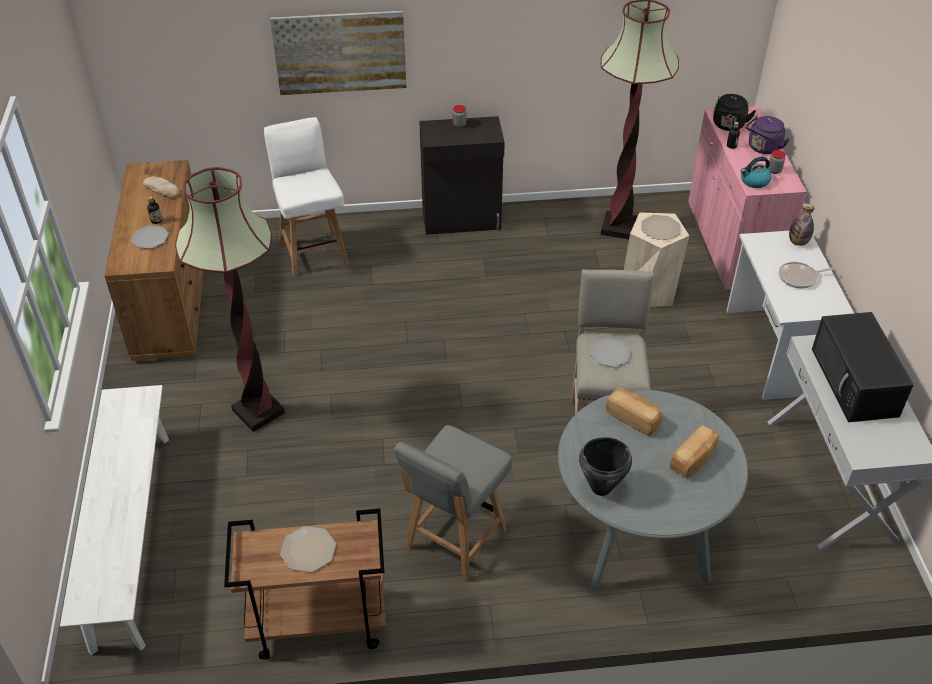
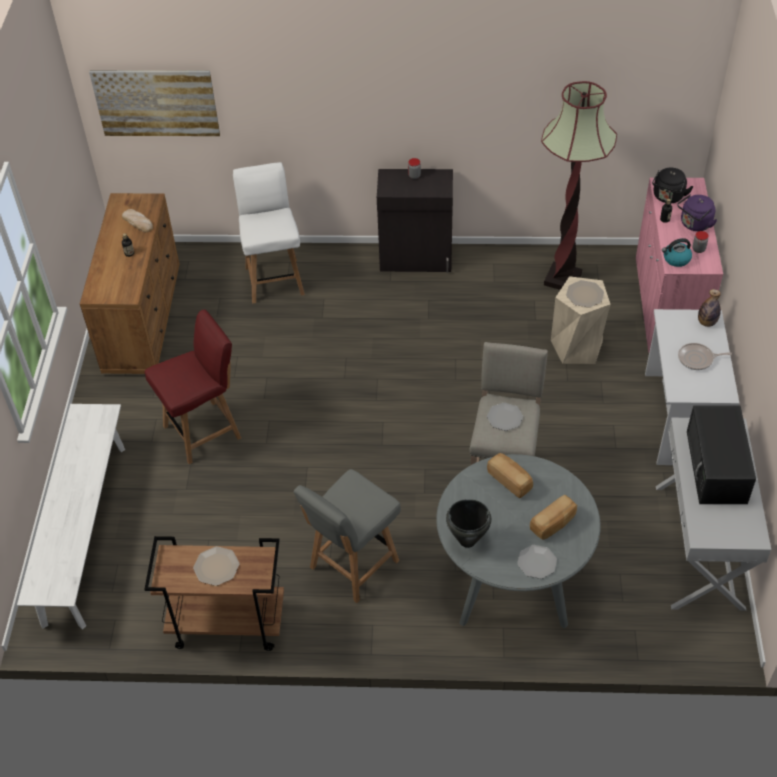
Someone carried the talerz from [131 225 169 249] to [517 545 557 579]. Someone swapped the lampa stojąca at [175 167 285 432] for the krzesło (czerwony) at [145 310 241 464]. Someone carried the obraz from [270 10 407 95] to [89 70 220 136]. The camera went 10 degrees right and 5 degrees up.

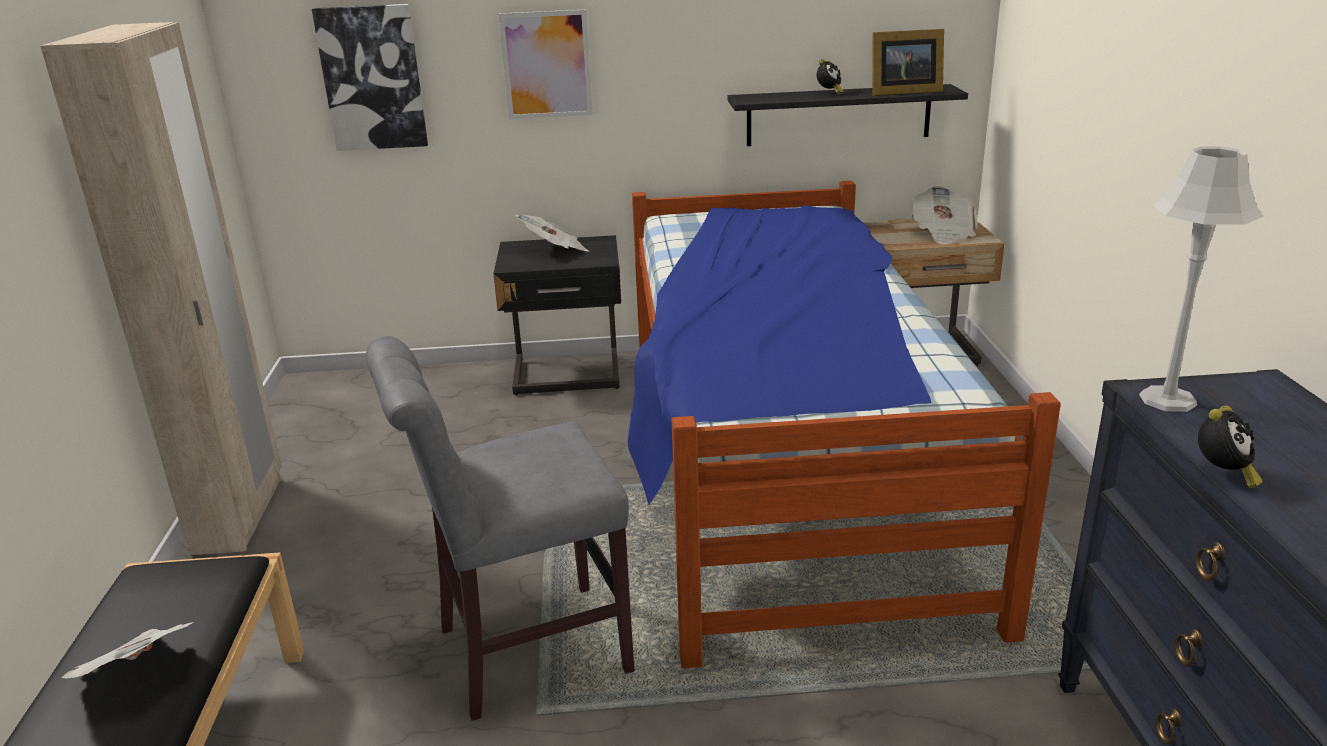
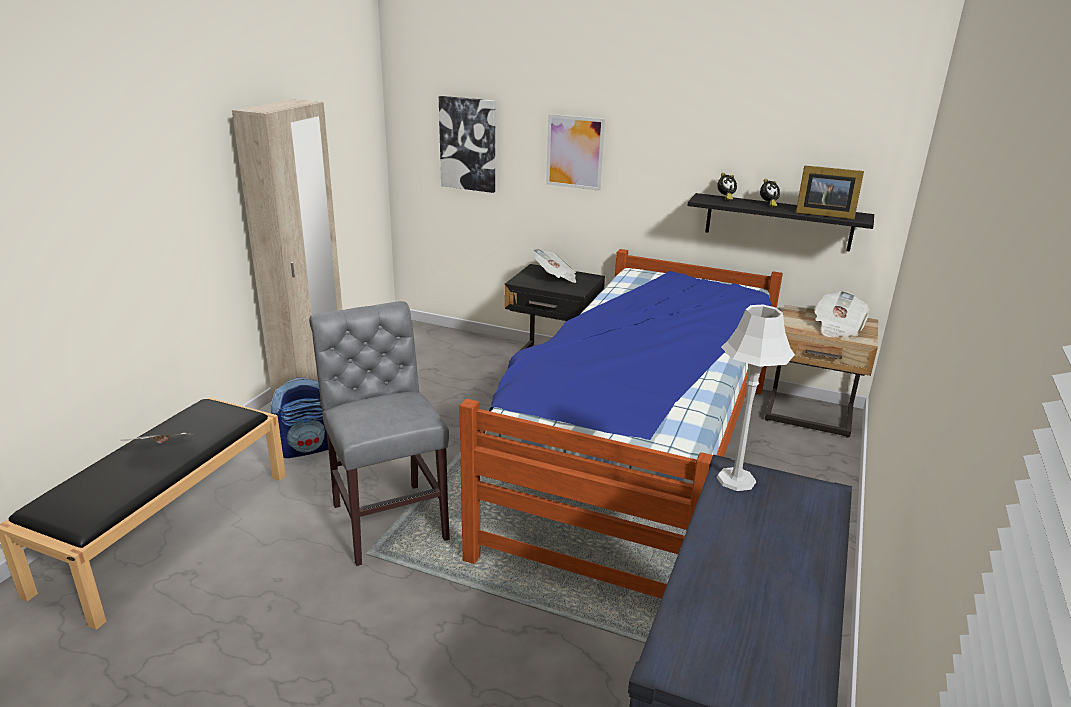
Someone rotated the krzesło (szary) at [366 336 634 721] by 60 degrees clockwise. Someone carried the budzik from [1198 405 1262 488] to [717 173 737 201]. Someone put down the plecak at [271 377 328 458]. The camera went 25 degrees right and 0 degrees up.

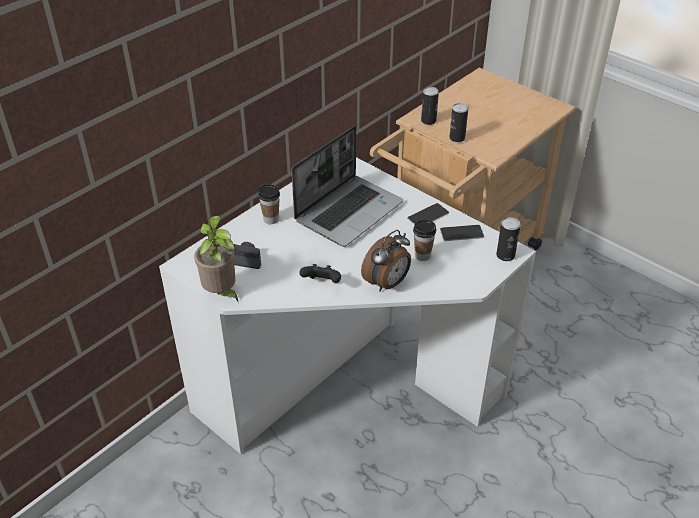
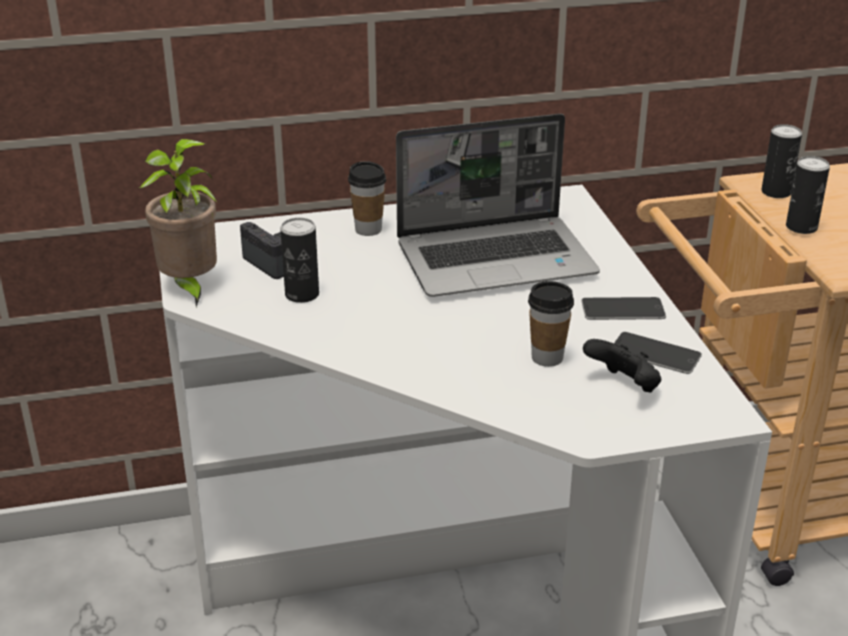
Someone carried the pad do gier (czarny) from [299 264 341 283] to [583 339 661 392]. Someone took away the budzik at [361 230 411 291]. Someone carried the puszka from [496 217 521 261] to [280 218 319 303]. The camera went 35 degrees right and 10 degrees down.

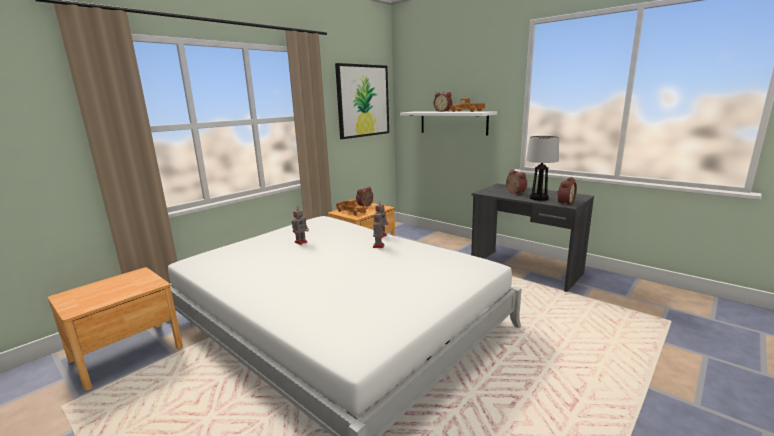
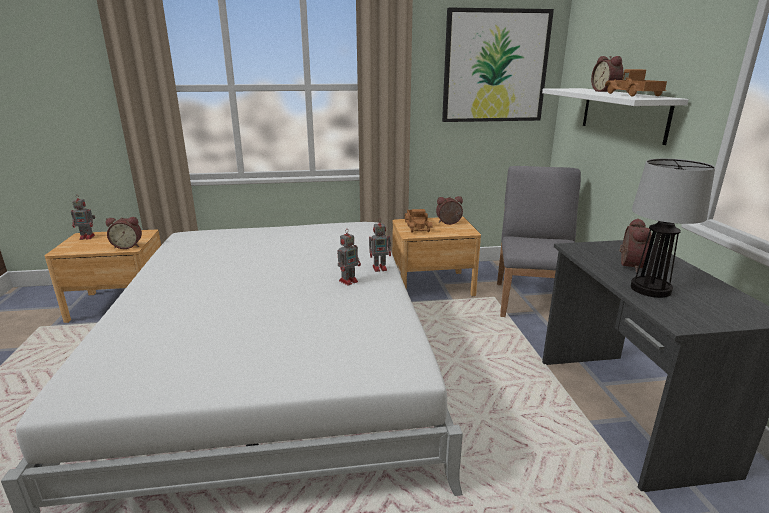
Someone carried the robot zabawkowy from [292 207 309 245] to [71 196 95 240]. Someone carried the budzik from [557 177 577 206] to [106 217 142 249]. Someone put down the krzesło (szary) at [497 166 581 317]. The camera went 40 degrees right and 5 degrees up.

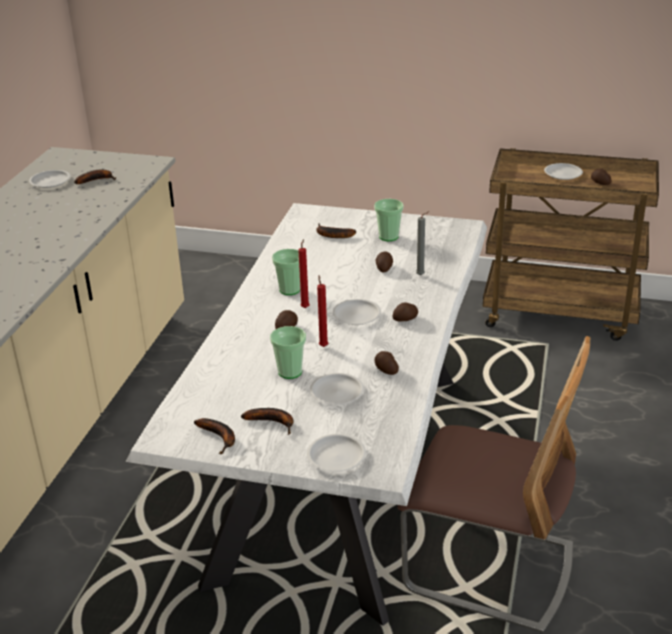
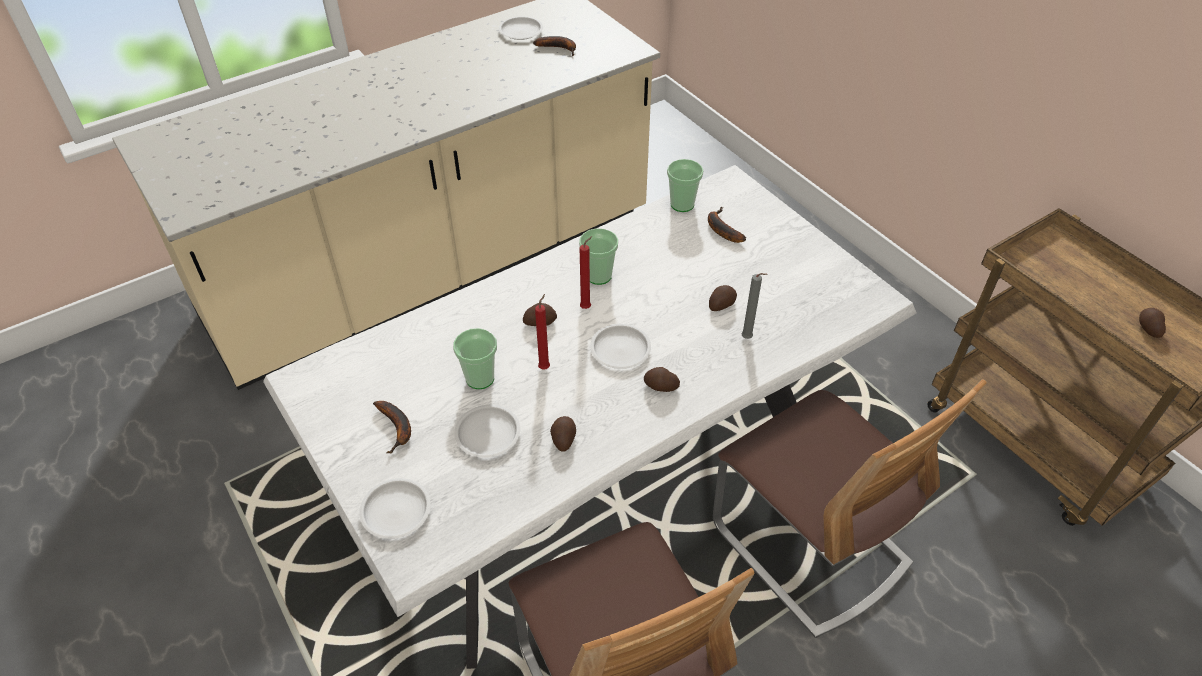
Someone took away the banan at [194 418 235 454]. Someone carried the filiżanka from [374 199 404 241] to [667 159 704 212]. Someone took away the talerz (biały) at [544 163 583 180]. Someone put down the krzesło at [713 380 987 638]. The camera went 40 degrees right and 15 degrees up.

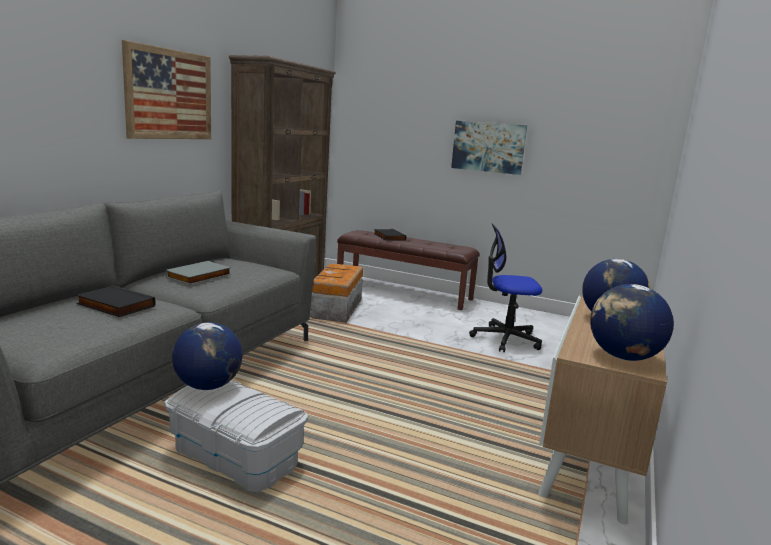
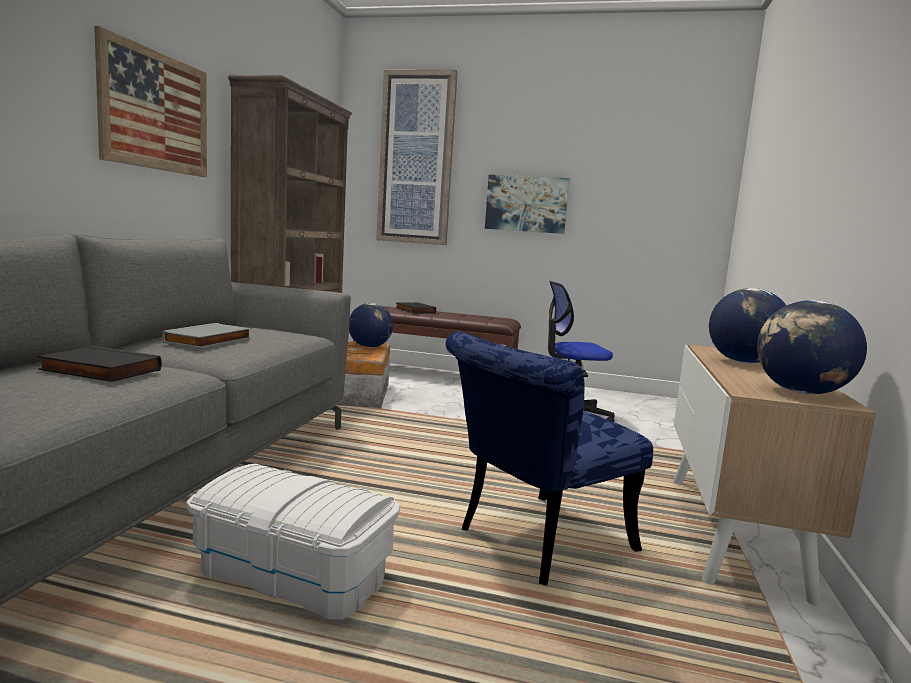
Someone carried the globus from [172 322 243 390] to [349 303 393 348]. Someone put up the obraz at [376 70 458 245]. Someone put down the krzesło (niebieski) at [446 331 653 585]. The camera went 10 degrees left and 5 degrees down.

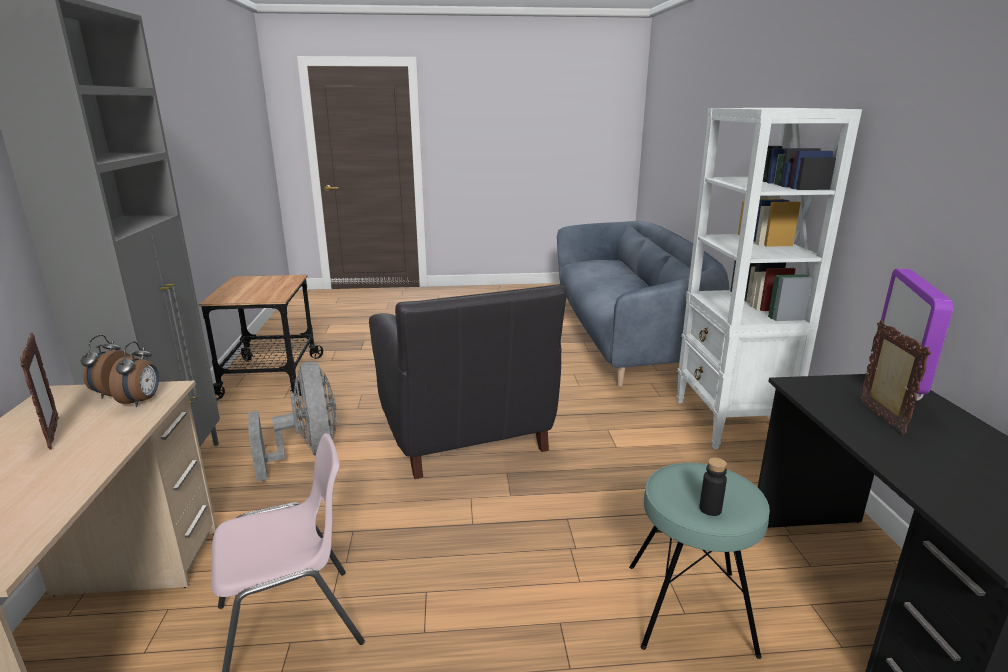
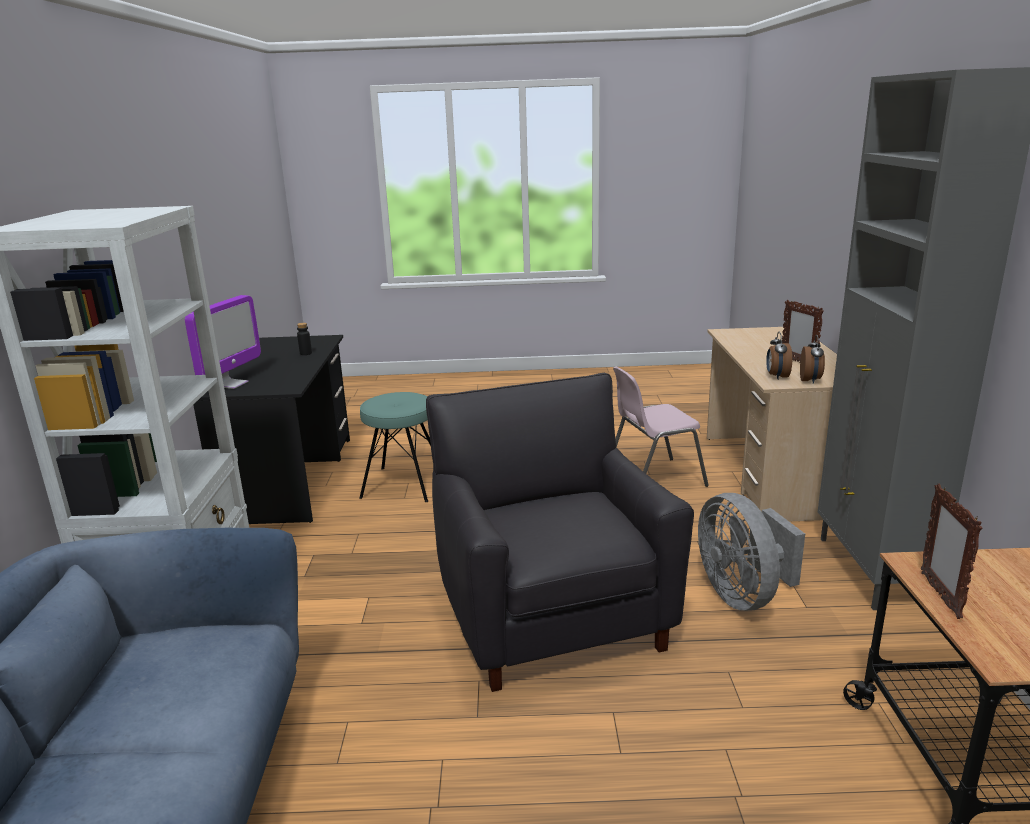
Someone carried the butelka (czarny) from [699 458 727 516] to [297 323 312 355]. Someone carried the ramka na zdjęcie from [860 320 931 435] to [921 484 982 619]. The camera went 175 degrees left and 0 degrees up.

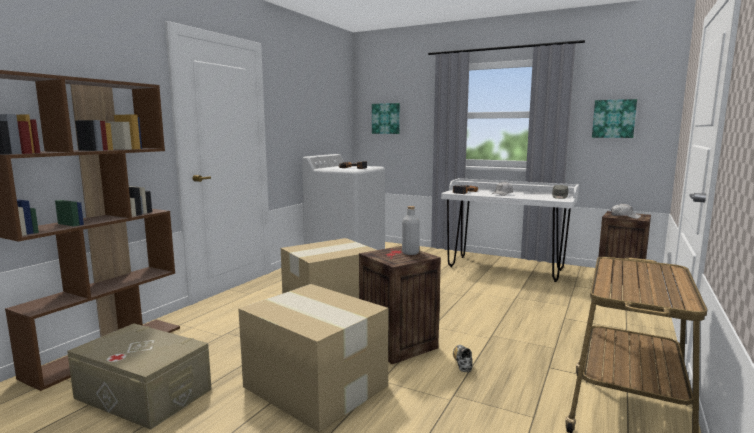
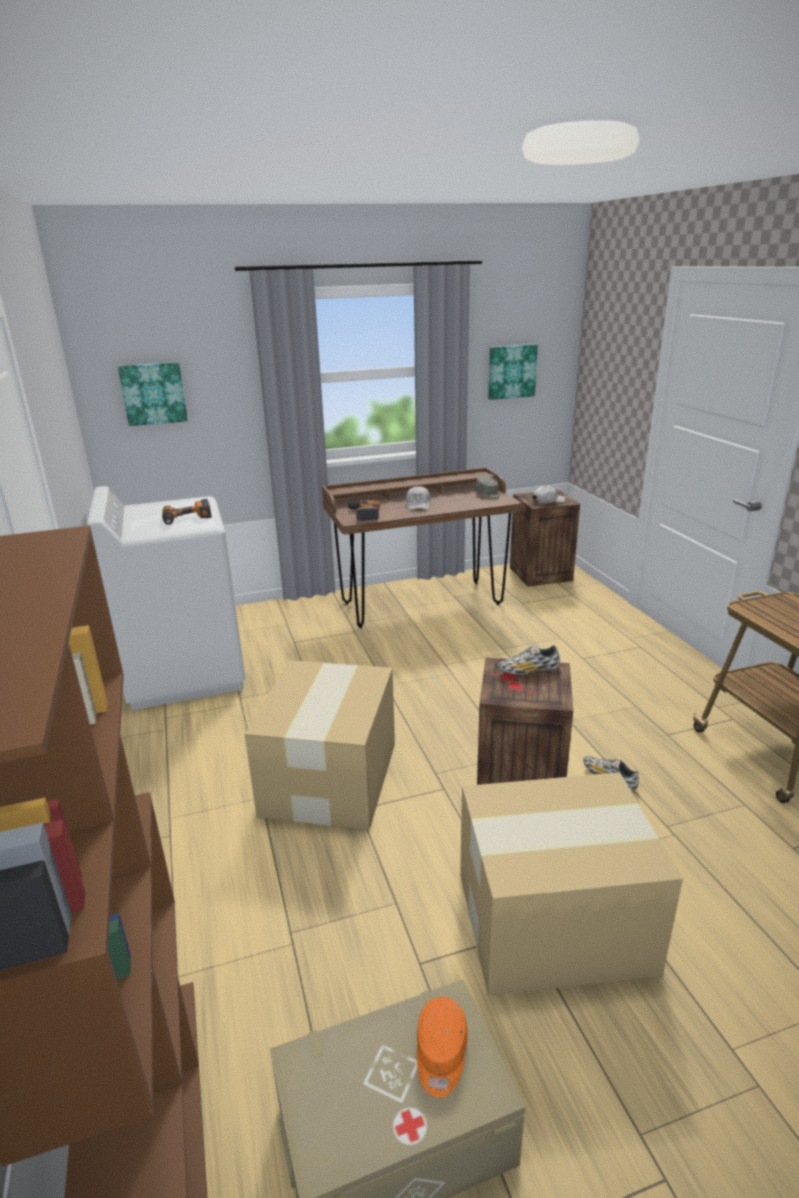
Someone swapped the butelka (szary) at [402 206 420 255] for the but at [497 645 560 675]. Someone repainted the biurko (biały) at [441 178 579 282], which became the biurko (brązowy) at [322 467 521 629]. Someone put down the czapka z daszkiem (pomarańczowy) at [417 997 468 1098]. The camera went 45 degrees left and 15 degrees up.

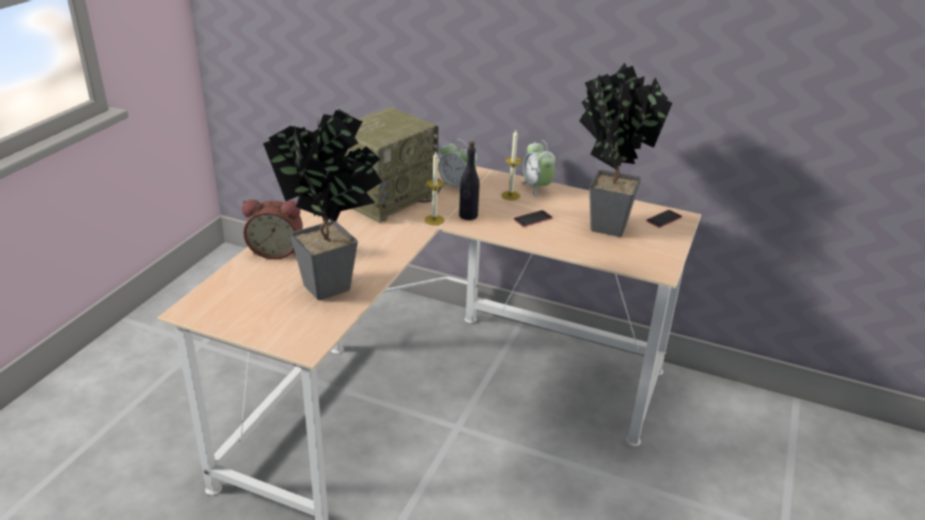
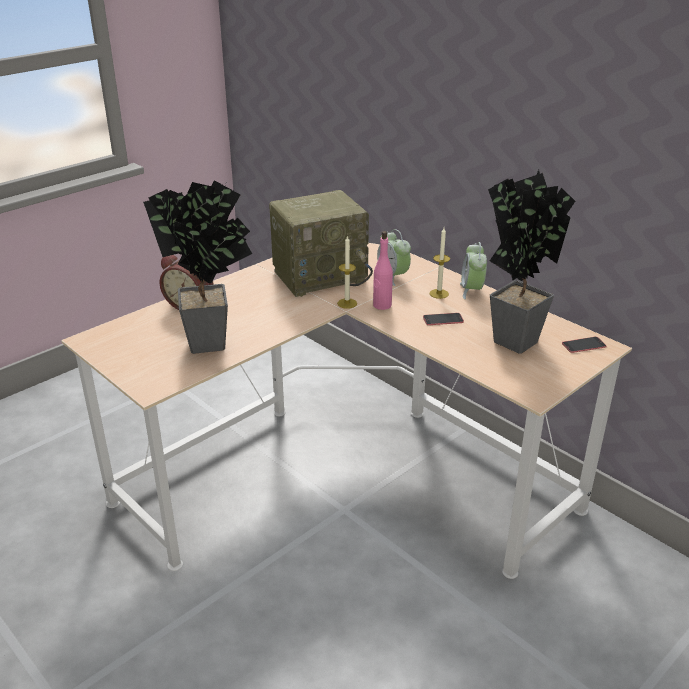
Someone repainted the butelka (czarny) at [459 141 480 220], which became the butelka (różowy) at [373 231 393 310]. The camera went 25 degrees right and 0 degrees up.

